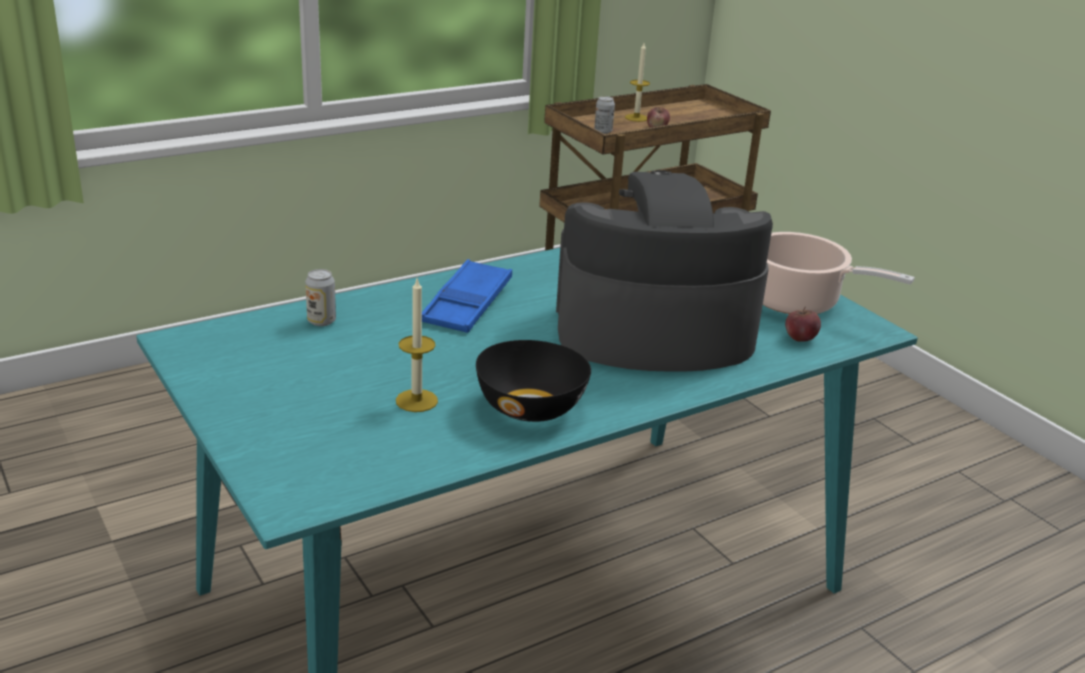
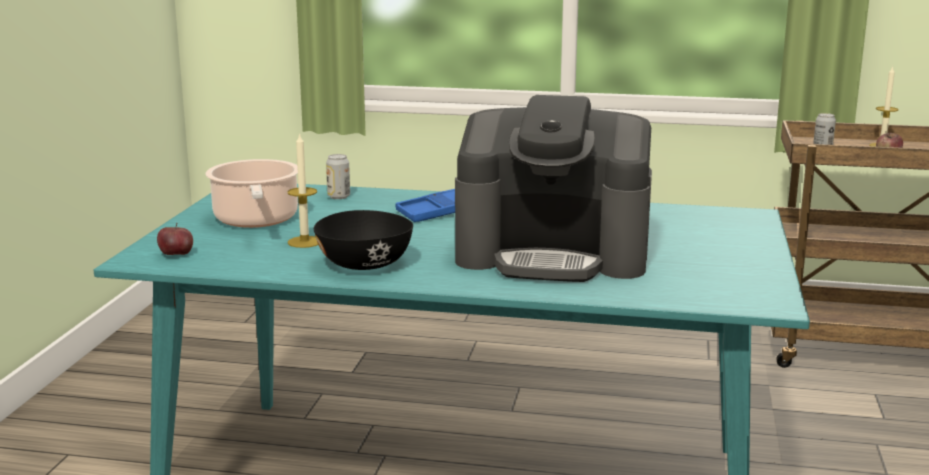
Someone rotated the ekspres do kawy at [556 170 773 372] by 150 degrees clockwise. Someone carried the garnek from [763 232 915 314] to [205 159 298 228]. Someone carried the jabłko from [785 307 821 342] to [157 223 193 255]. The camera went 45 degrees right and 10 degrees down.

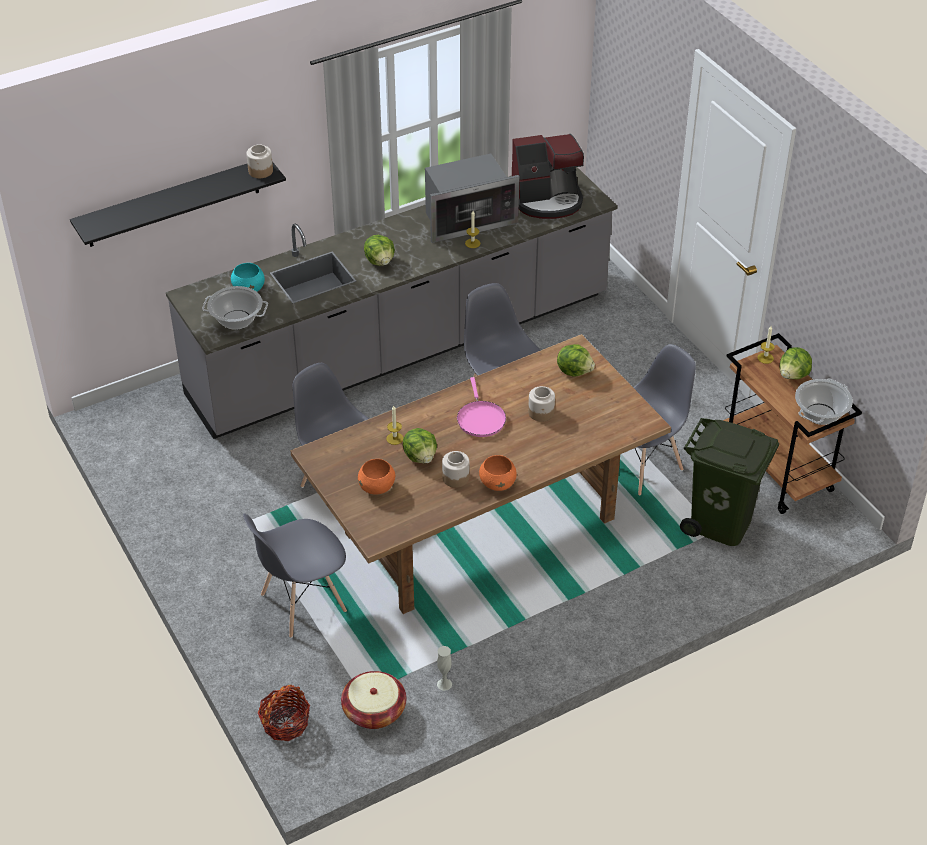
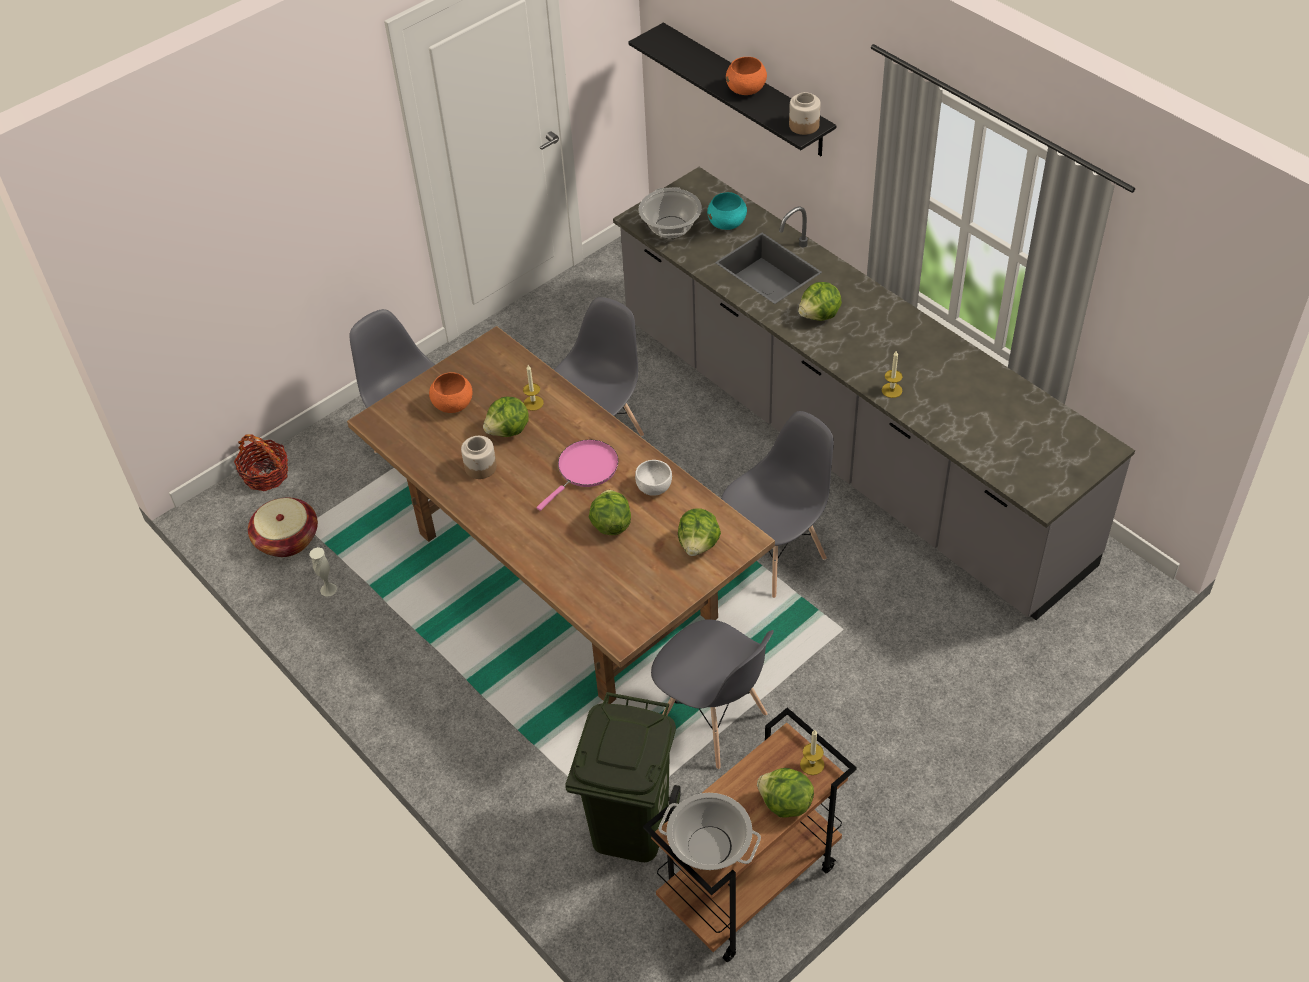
Someone took away the mikrofalówka at [425 153 519 243]. Someone rotated the patelnia (różowy) at [457 377 506 437] by 150 degrees clockwise. Someone carried the miska (pomarańczowy) from [479 455 517 491] to [726 57 767 95]. Someone took away the ekspres do kawy at [512 134 584 219]. Someone swapped the słoik at [528 386 555 422] for the sałata at [589 490 631 535]. Someone put down the miska (biały) at [635 460 672 496]. The camera went 80 degrees right and 5 degrees up.

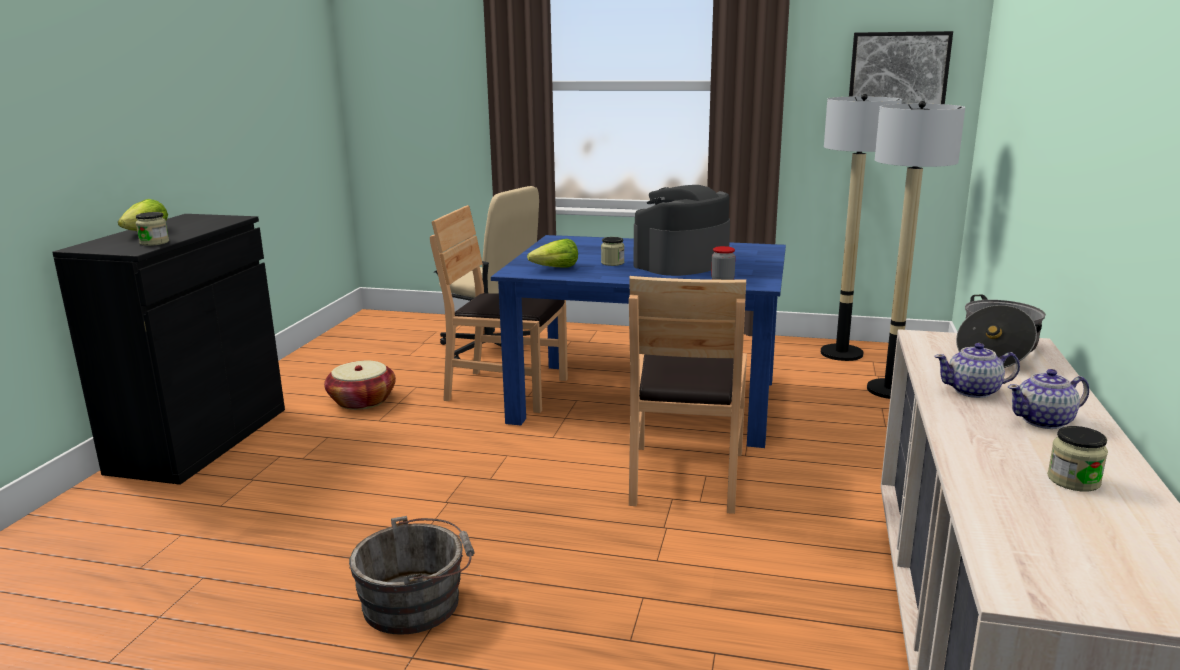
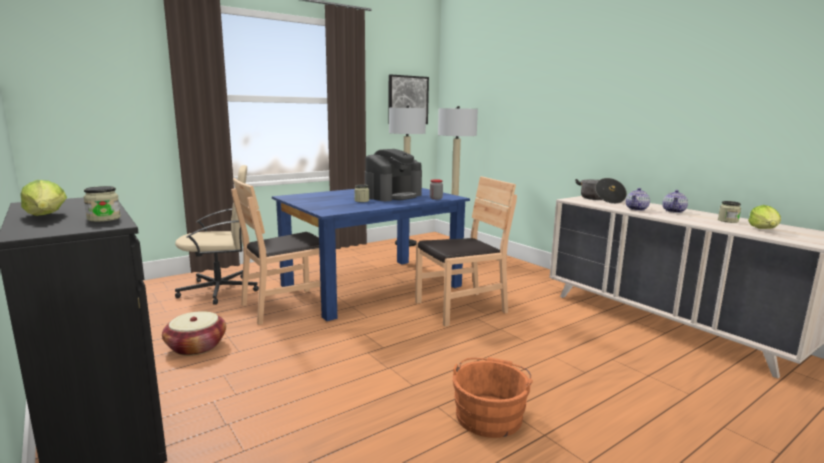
Someone repainted the wiadro (szary) at [349 516 475 635], which became the wiadro (pomarańczowy) at [452 357 533 438]. Someone carried the sałata from [527 239 578 267] to [748 205 781 229]. Someone rotated the krzesło (brązowy) at [629 276 747 514] by 75 degrees counterclockwise. Someone rotated the ekspres do kawy at [634 185 730 276] by 135 degrees counterclockwise. The camera went 50 degrees left and 5 degrees down.

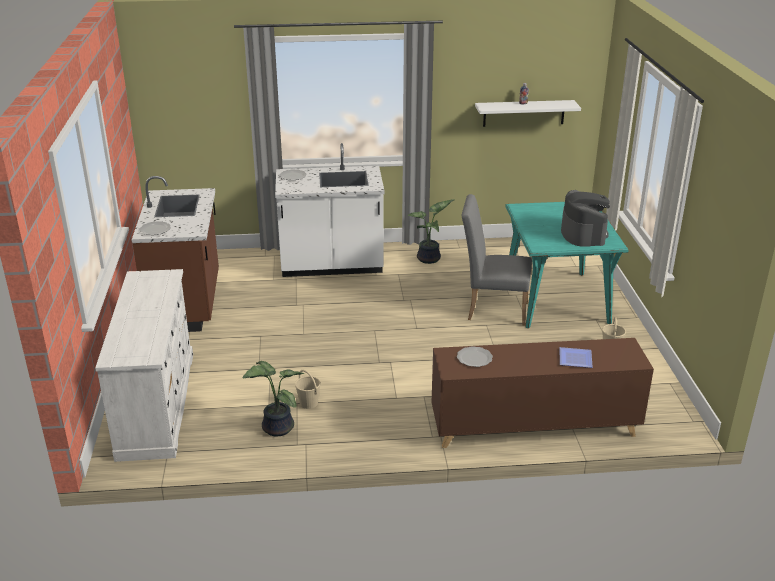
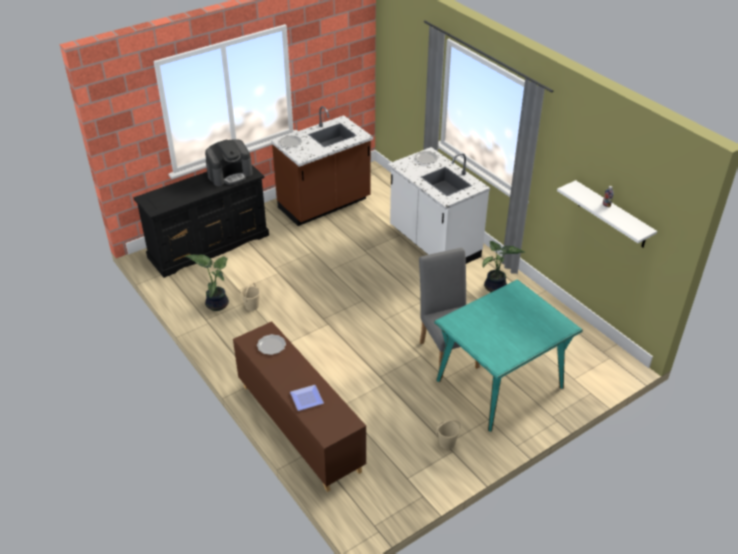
Someone repainted the komoda (biały) at [95 269 193 462], which became the komoda (czarny) at [133 165 269 278]. Someone carried the ekspres do kawy from [561 190 610 247] to [205 139 253 186]. The camera went 60 degrees right and 10 degrees up.

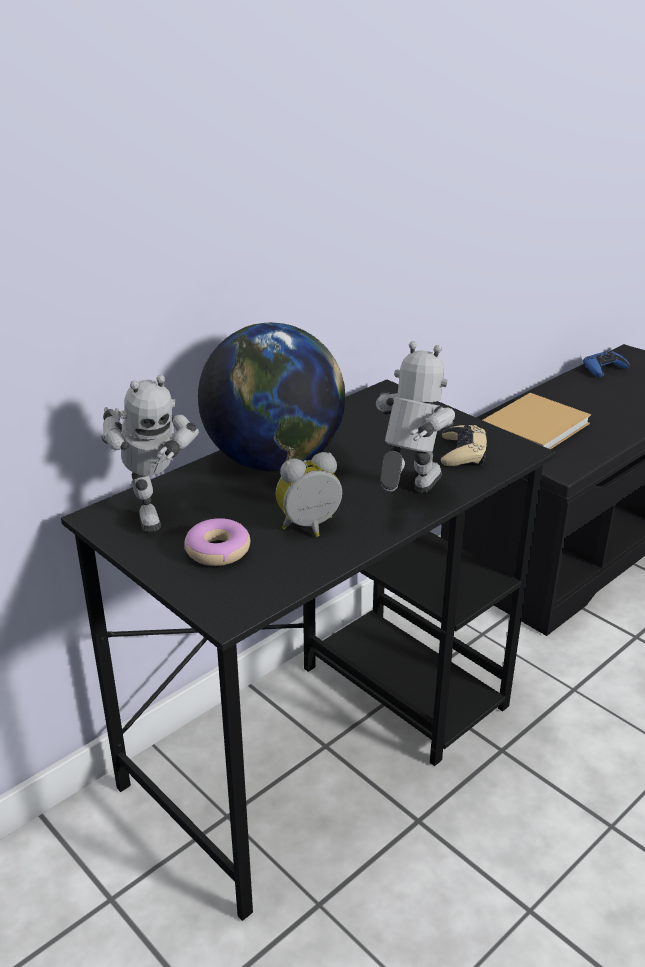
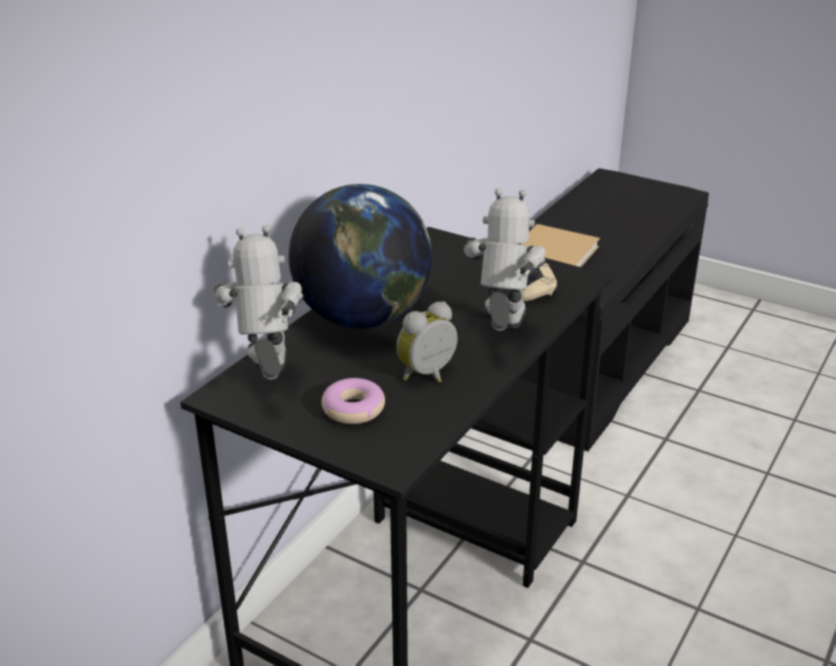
Someone rotated the robot zabawkowy at [101 375 199 532] by 150 degrees counterclockwise. Someone took away the pad do gier (niebieski) at [583 351 630 377]. The camera went 15 degrees left and 0 degrees up.

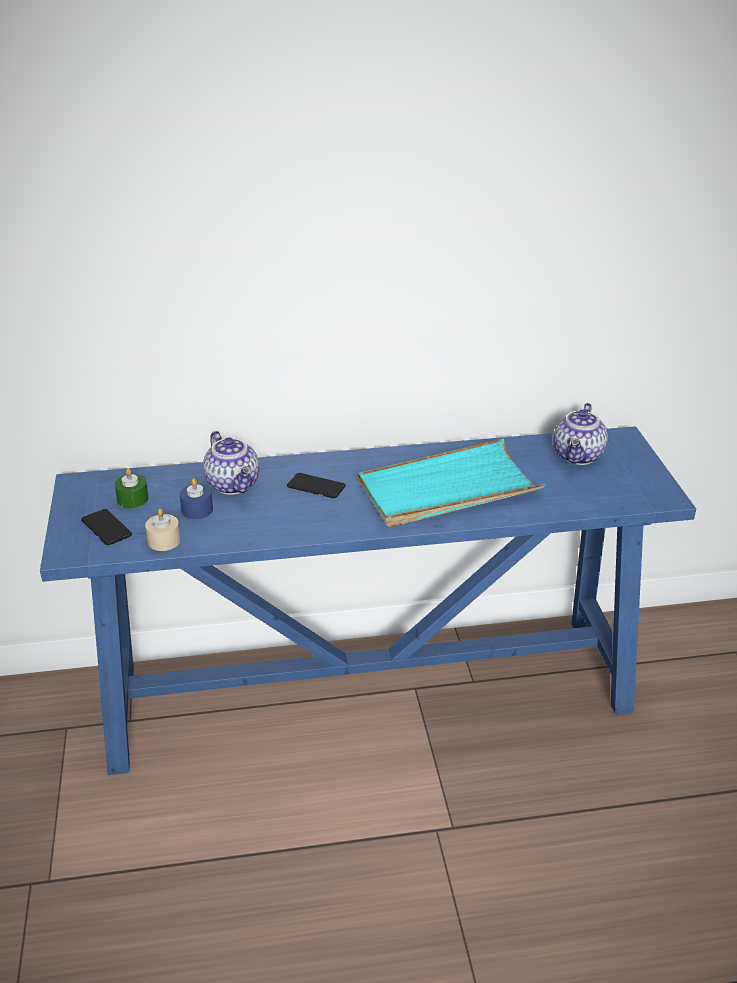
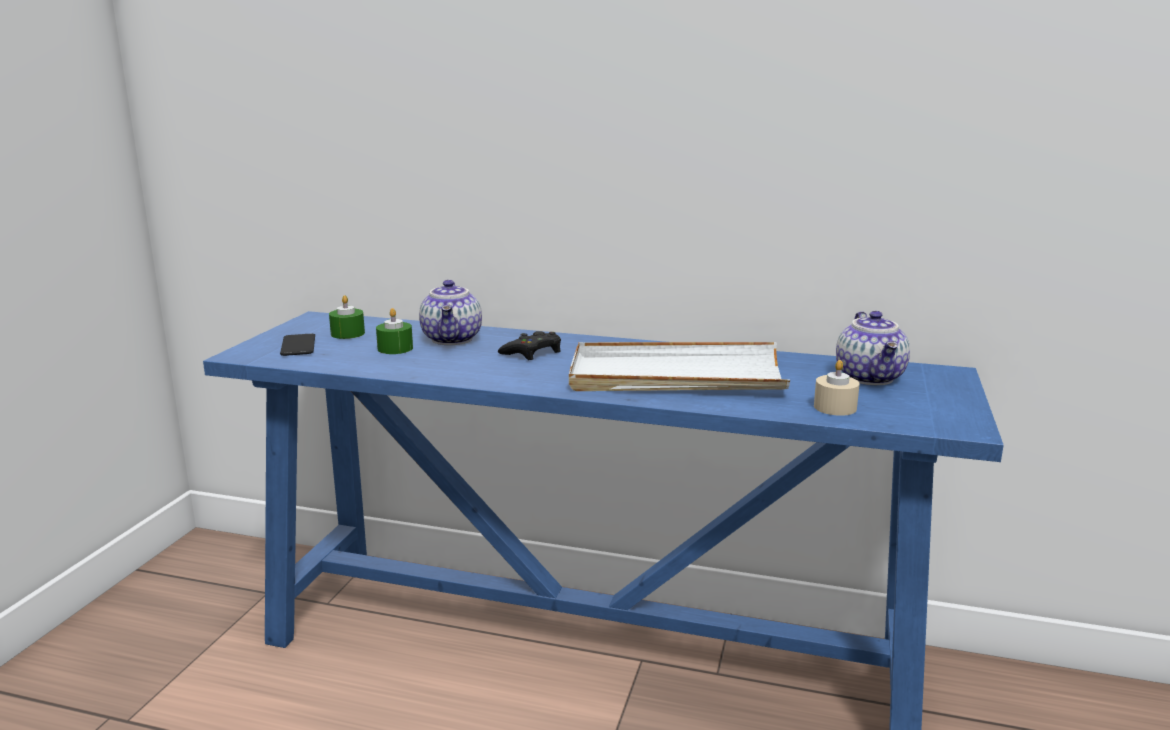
Someone carried the świeca (beżowy) from [145 509 181 551] to [814 360 860 416]. Someone repainted the świeca (niebieski) at [180 478 213 519], which became the świeca (zielony) at [376 308 413 354]. Someone swapped the telefon at [287 473 346 498] for the pad do gier (czarny) at [498 331 561 360]. Someone repainted the taca (turkusowy) at [358 439 545 527], which became the taca (biały) at [569 342 790 391]. Someone rotated the imbryk at [553 403 608 465] by 45 degrees counterclockwise. The camera went 25 degrees right and 15 degrees down.

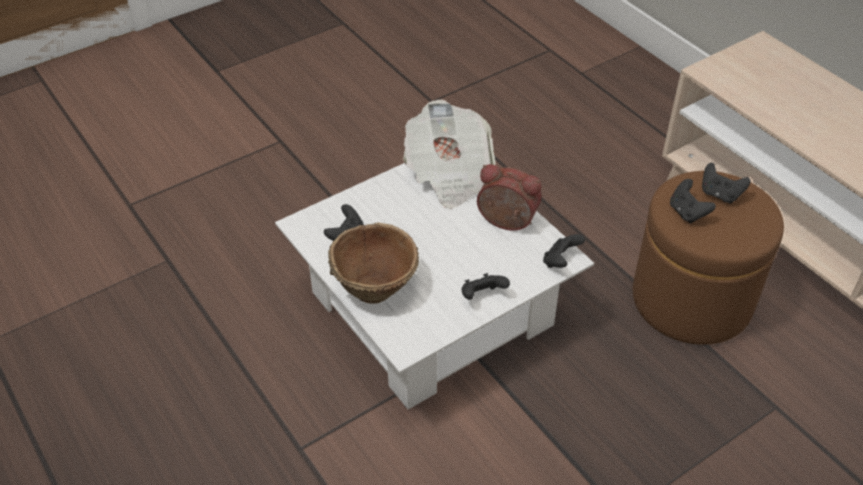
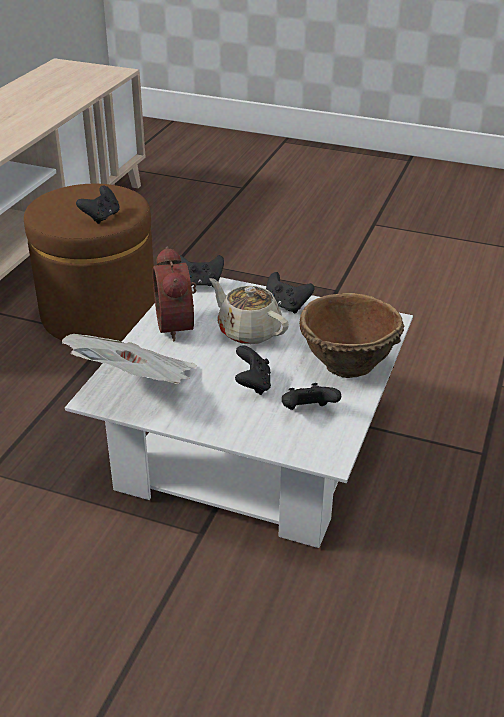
Someone carried the pad do gier (czarny) from [702 163 751 204] to [235 345 271 395]. Someone put down the imbryk (beżowy) at [209 278 289 344]. The camera went 125 degrees left and 10 degrees down.

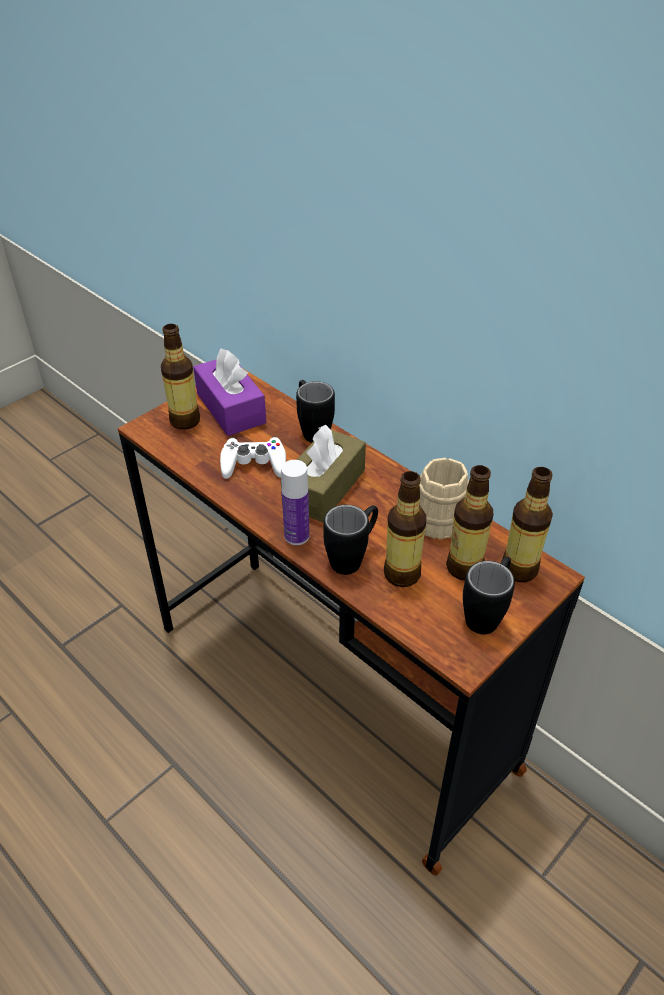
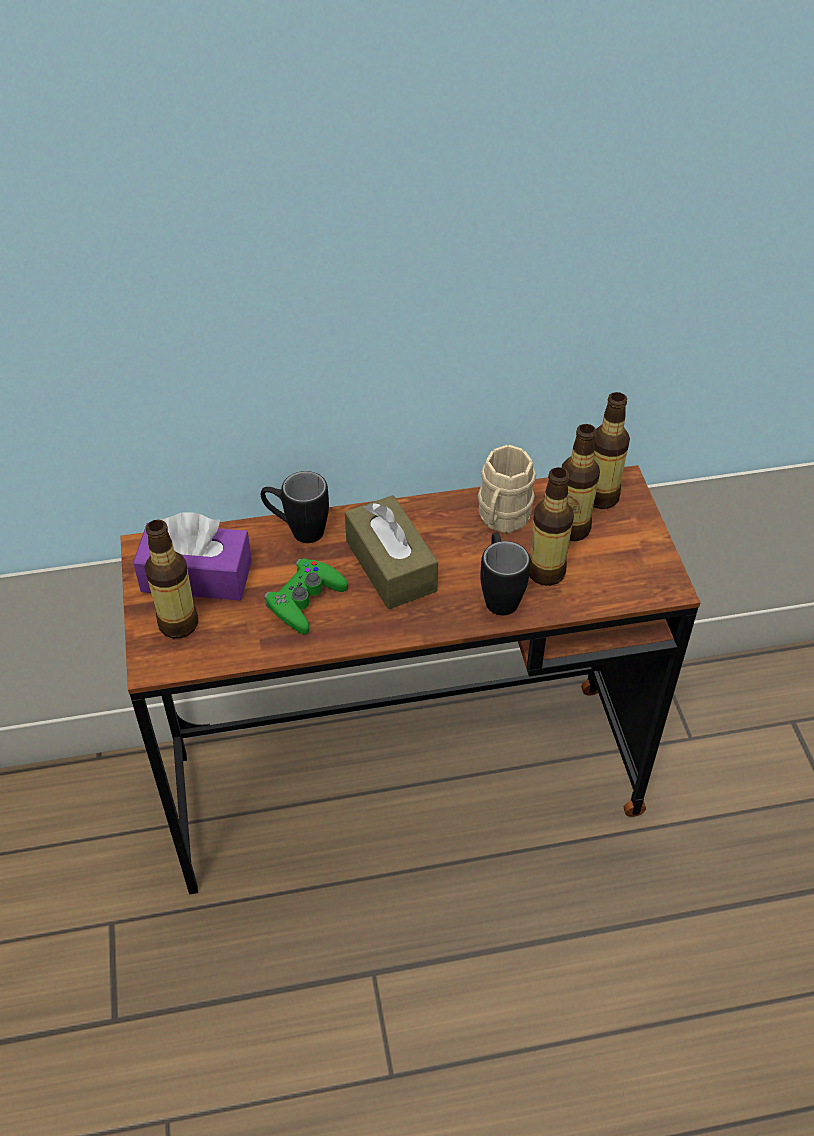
Someone repainted the pad do gier (biały) at [220 437 286 479], which became the pad do gier (zielony) at [264 559 348 635]. Someone took away the butelka at [281 460 310 545]. Someone took away the kubek (czarny) at [463 557 515 634]. The camera went 55 degrees left and 5 degrees up.

